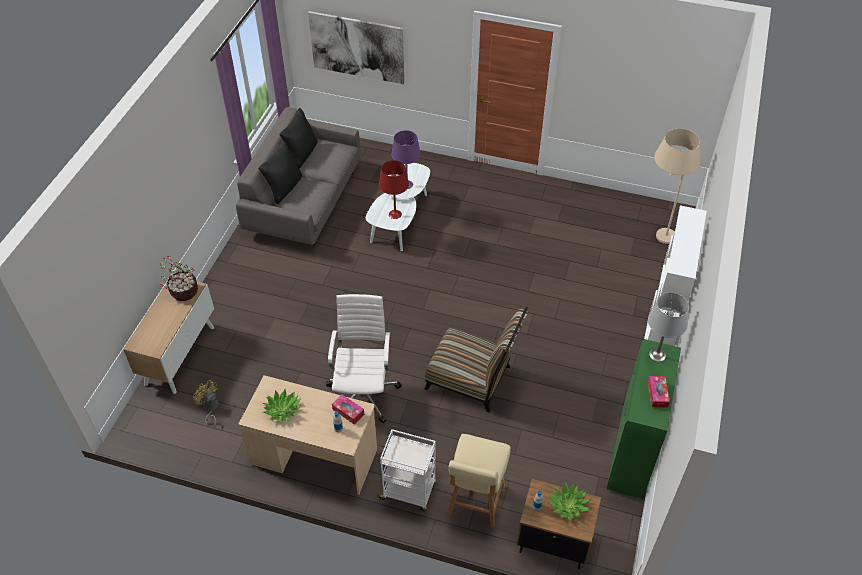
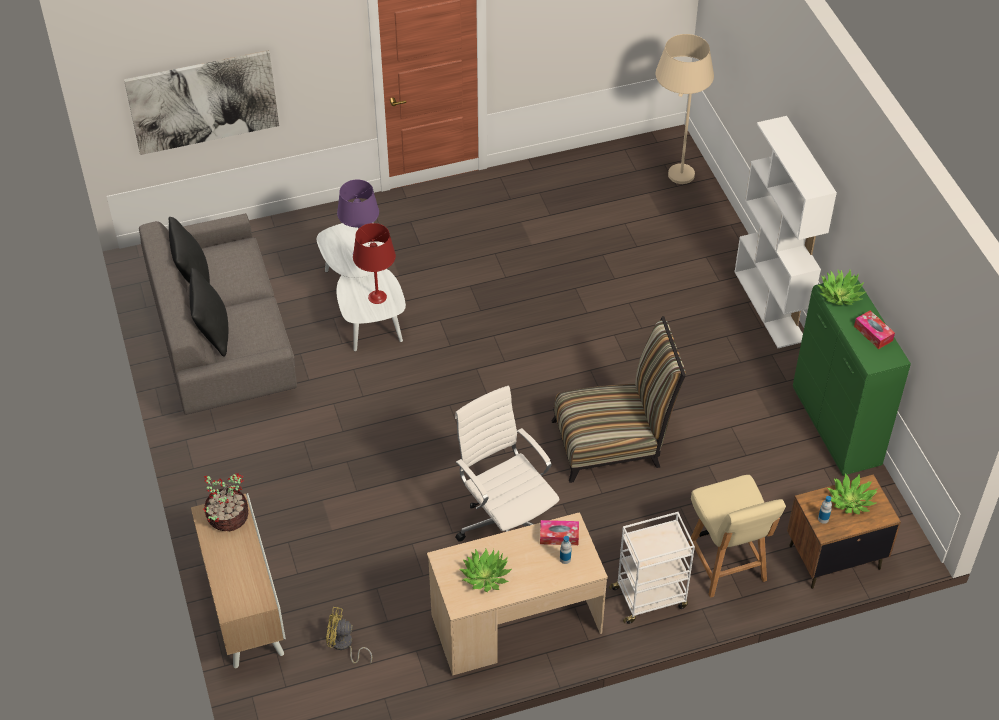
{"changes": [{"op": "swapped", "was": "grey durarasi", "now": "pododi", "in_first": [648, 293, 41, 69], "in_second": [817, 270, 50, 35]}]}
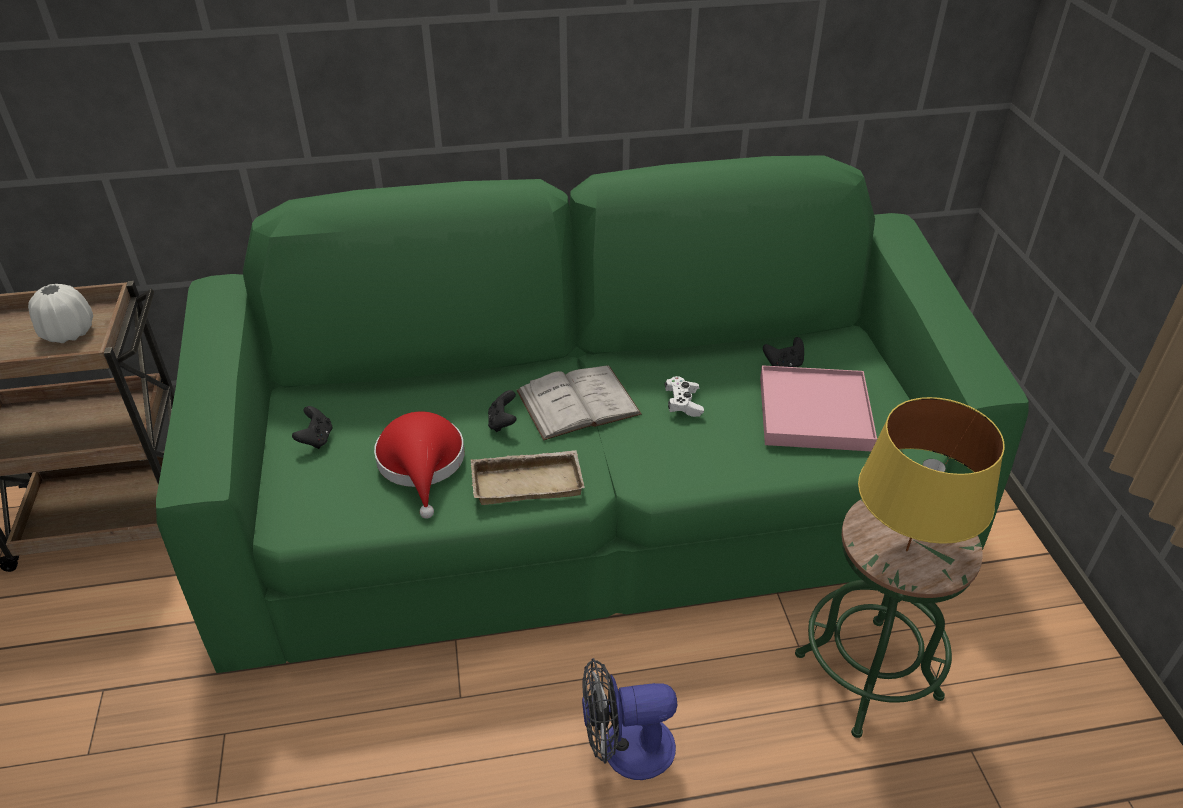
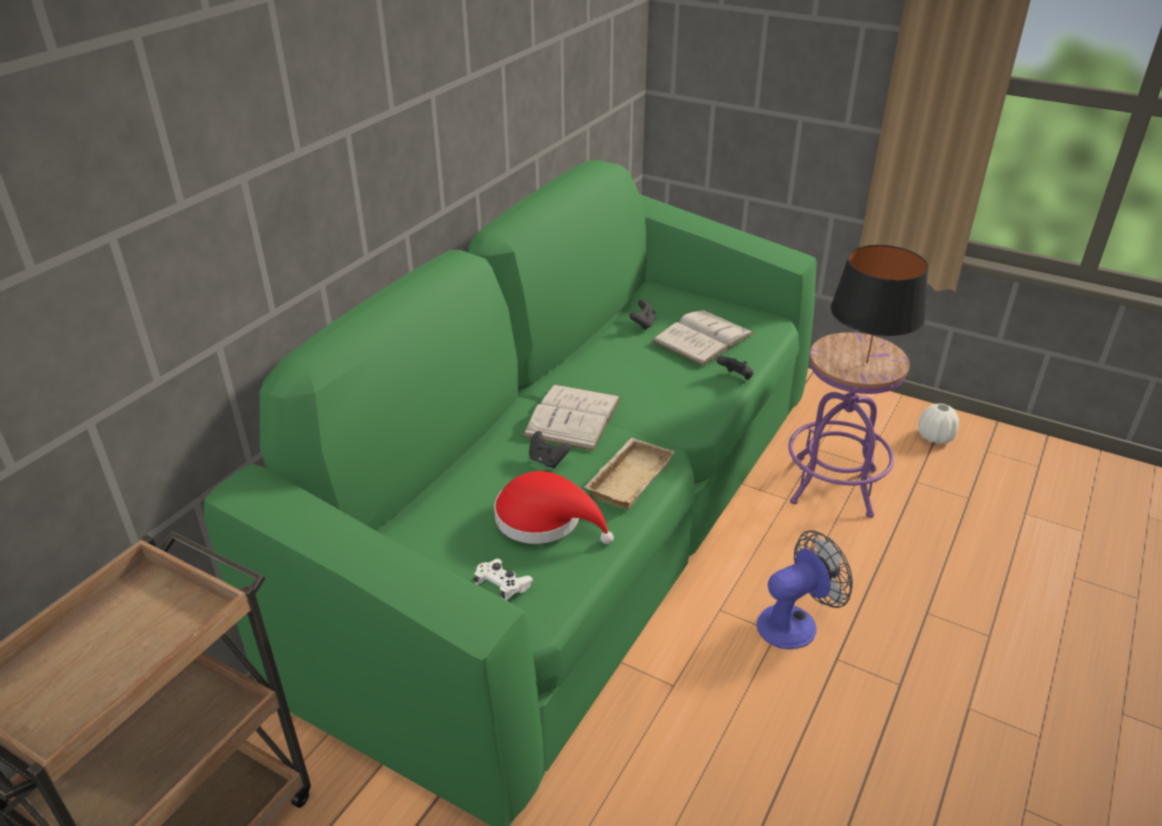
{"changes": [{"op": "shifted", "was": "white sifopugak", "in_first": [664, 376, 40, 41], "in_second": [474, 559, 59, 41]}, {"op": "swapped", "was": "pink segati", "now": "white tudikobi", "in_first": [760, 365, 117, 86], "in_second": [652, 310, 102, 56]}, {"op": "shifted", "was": "black sifopugak", "in_first": [292, 406, 40, 43], "in_second": [717, 356, 36, 24]}, {"op": "rotated", "was": "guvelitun", "in_first": [582, 658, 95, 122], "in_second": [756, 530, 97, 119], "clockwise": -150}, {"op": "repainted", "was": "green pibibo", "now": "purple pibibo", "in_first": [795, 499, 188, 239], "in_second": [788, 332, 122, 186]}, {"op": "repainted", "was": "yellow durarasi", "now": "black durarasi", "in_first": [858, 397, 147, 154], "in_second": [831, 245, 97, 118]}, {"op": "shifted", "was": "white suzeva", "in_first": [28, 284, 65, 59], "in_second": [918, 403, 41, 41]}]}
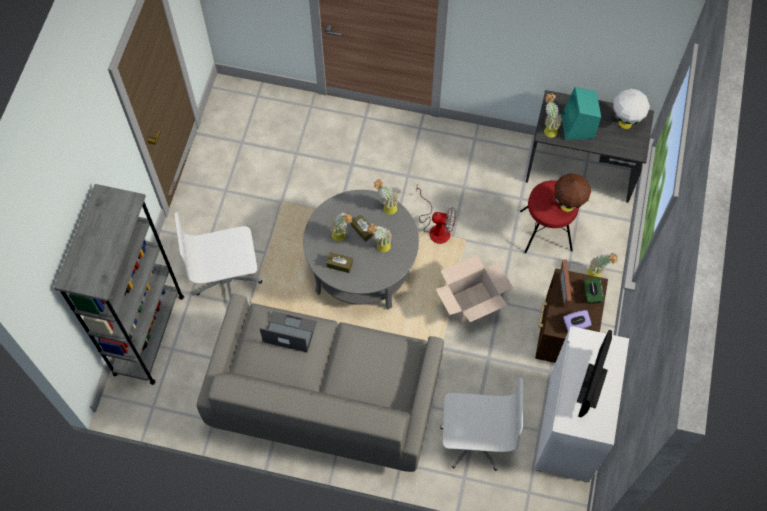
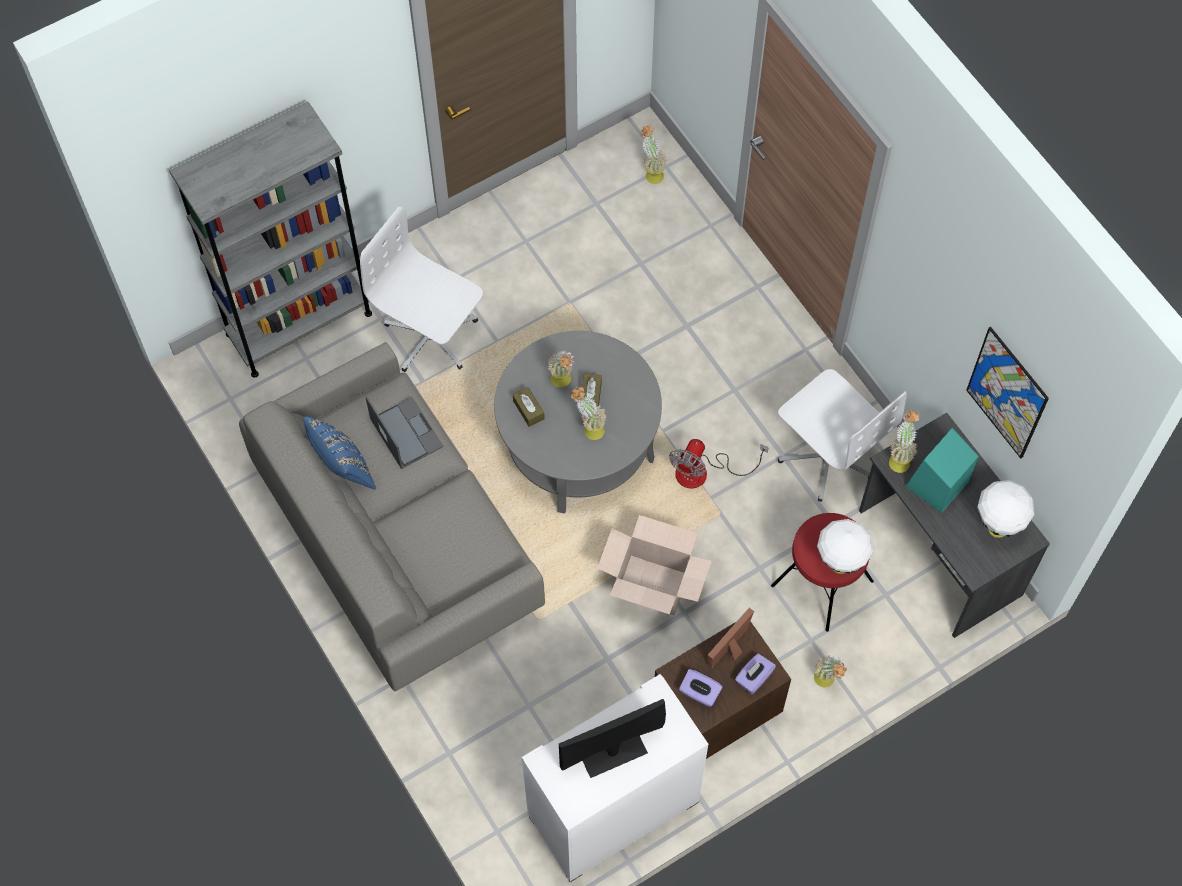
{"changes": [{"op": "new", "now": "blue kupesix", "in_second": [303, 417, 73, 73]}, {"op": "shifted", "was": "pododi", "in_first": [374, 179, 25, 36], "in_second": [641, 125, 26, 59]}, {"op": "rotated", "was": "guvelitun", "in_first": [416, 187, 40, 57], "in_second": [669, 439, 100, 49], "clockwise": 60}, {"op": "repainted", "was": "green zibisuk", "now": "purple zibisuk", "in_first": [584, 277, 20, 27], "in_second": [735, 654, 41, 41]}, {"op": "shifted", "was": "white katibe", "in_first": [440, 377, 83, 94], "in_second": [778, 369, 129, 133]}, {"op": "repainted", "was": "brown durarasi", "now": "white durarasi", "in_first": [554, 173, 37, 39], "in_second": [817, 519, 56, 55]}, {"op": "new", "now": "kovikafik", "in_second": [966, 327, 83, 132]}]}
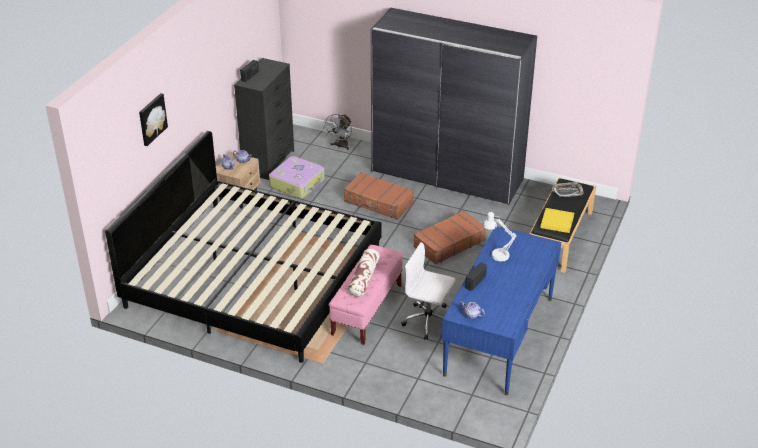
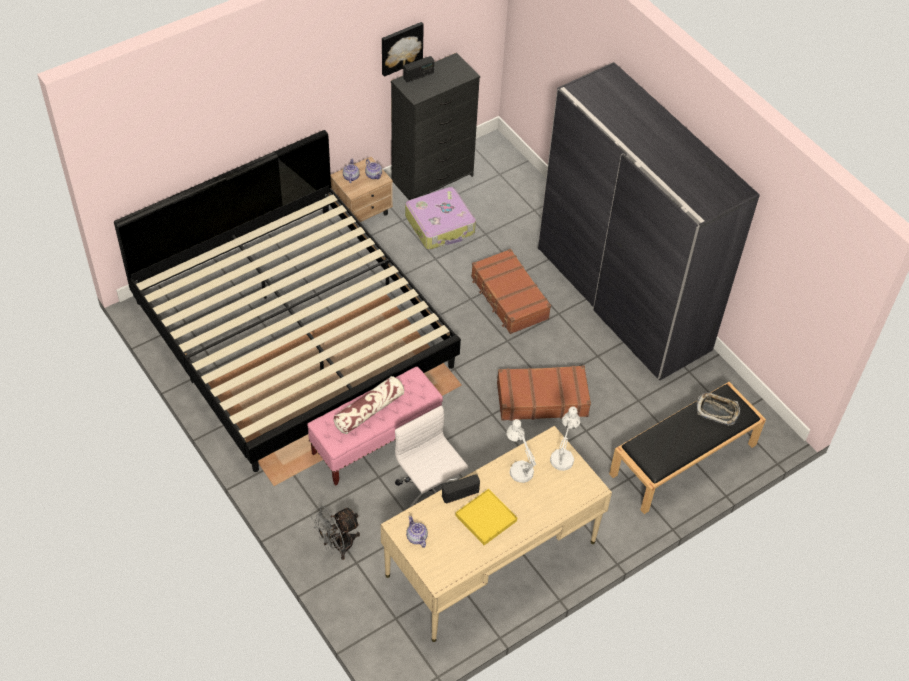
{"changes": [{"op": "shifted", "was": "grey guvelitun", "in_first": [325, 114, 27, 36], "in_second": [311, 506, 49, 54]}, {"op": "repainted", "was": "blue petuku", "now": "beige petuku", "in_first": [442, 226, 119, 169], "in_second": [381, 426, 231, 216]}, {"op": "shifted", "was": "kovikafik", "in_first": [139, 93, 29, 53], "in_second": [382, 22, 42, 55]}, {"op": "shifted", "was": "yellow segati", "in_first": [540, 208, 34, 25], "in_second": [455, 489, 62, 56]}, {"op": "new", "now": "white durarasi", "in_second": [550, 406, 30, 65]}]}
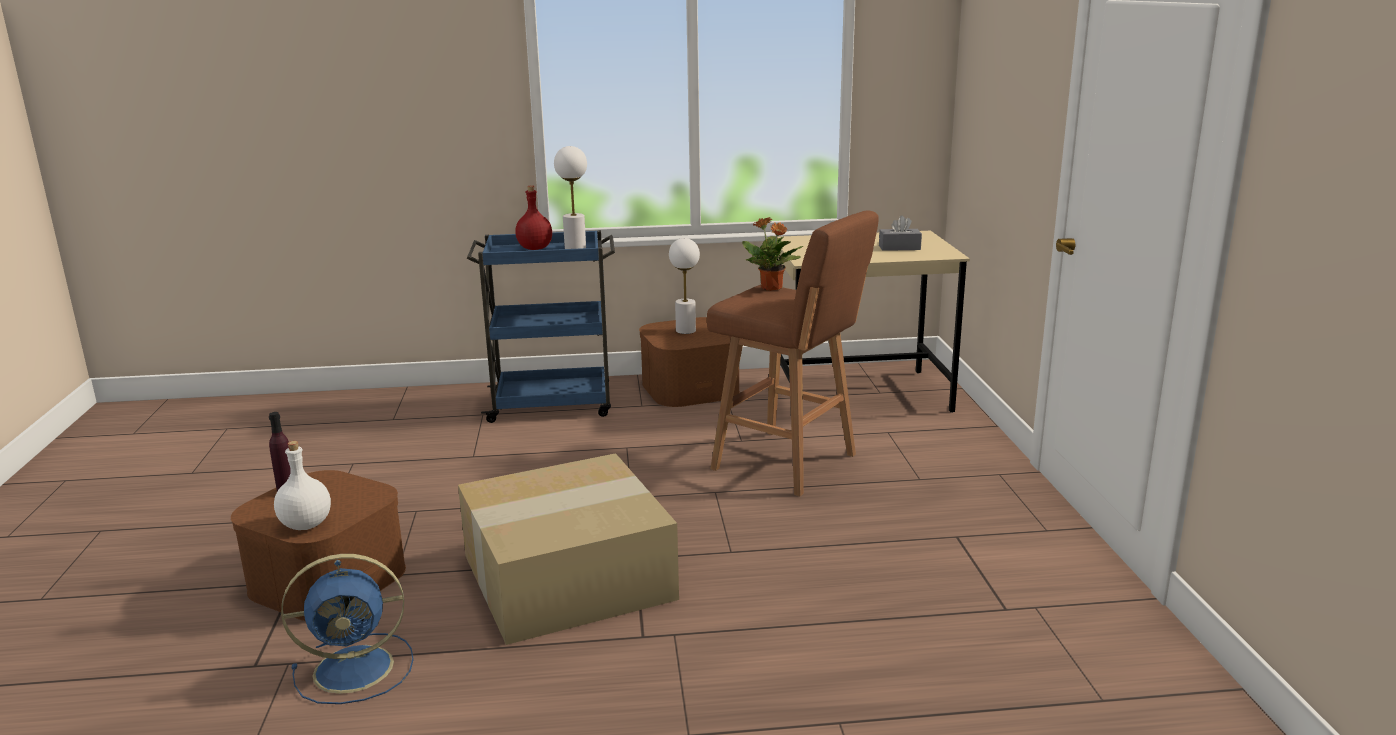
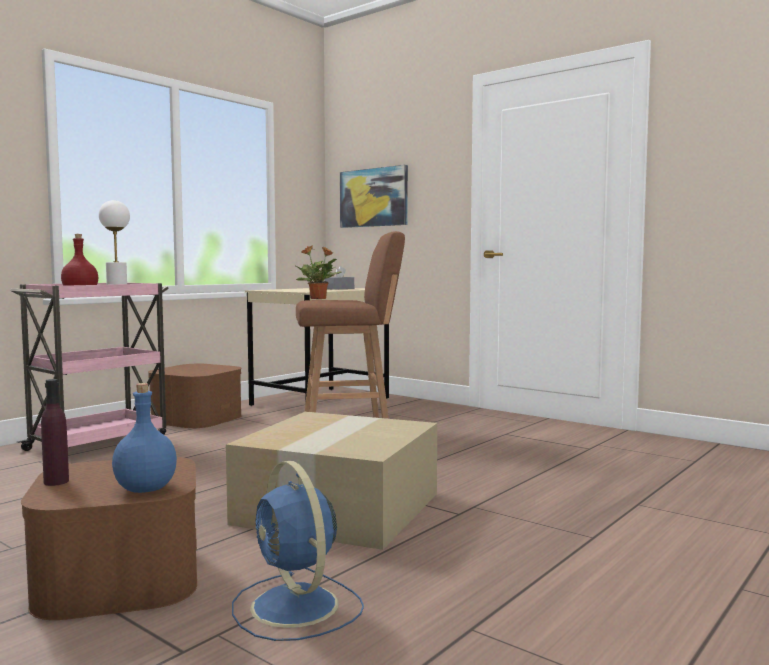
{"changes": [{"op": "repainted", "was": "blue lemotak", "now": "pink lemotak", "in_first": [467, 230, 148, 193], "in_second": [10, 283, 159, 168]}, {"op": "repainted", "was": "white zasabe", "now": "blue zasabe", "in_first": [274, 441, 57, 89], "in_second": [112, 383, 65, 110]}, {"op": "rotated", "was": "blue guvelitun", "in_first": [281, 554, 133, 150], "in_second": [232, 461, 132, 180], "clockwise": 120}, {"op": "new", "now": "kovikafik", "in_second": [340, 165, 68, 63]}, {"op": "gone", "was": "white durarasi", "in_first": [669, 238, 31, 96]}]}
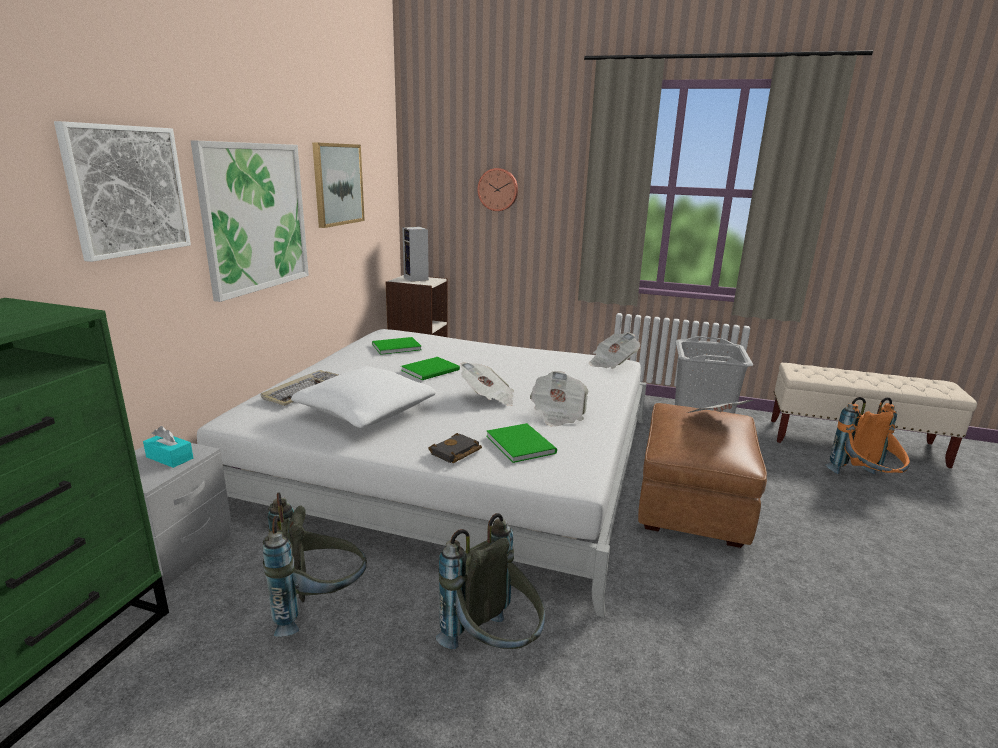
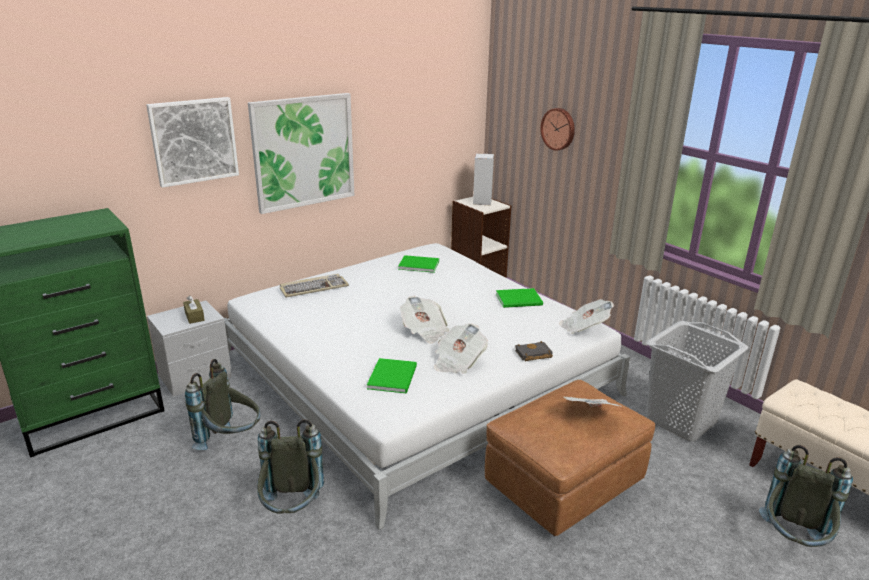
{"changes": [{"op": "repainted", "was": "turquoise zibisuk", "now": "brown zibisuk", "in_first": [143, 426, 50, 42], "in_second": [183, 295, 22, 29]}, {"op": "shifted", "was": "green tudikobi", "in_first": [401, 357, 59, 23], "in_second": [496, 288, 47, 20]}, {"op": "shifted", "was": "black tudikobi", "in_first": [429, 433, 53, 30], "in_second": [515, 341, 38, 20]}, {"op": "repainted", "was": "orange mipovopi", "now": "grey mipovopi", "in_first": [825, 397, 85, 78], "in_second": [759, 445, 94, 102]}, {"op": "gone", "was": "white kupesix", "in_first": [291, 366, 145, 62]}, {"op": "gone", "was": "kovikafik", "in_first": [312, 142, 53, 86]}]}
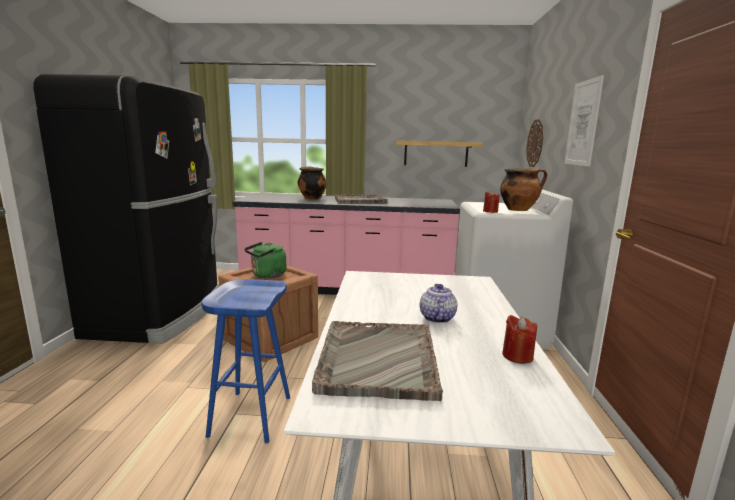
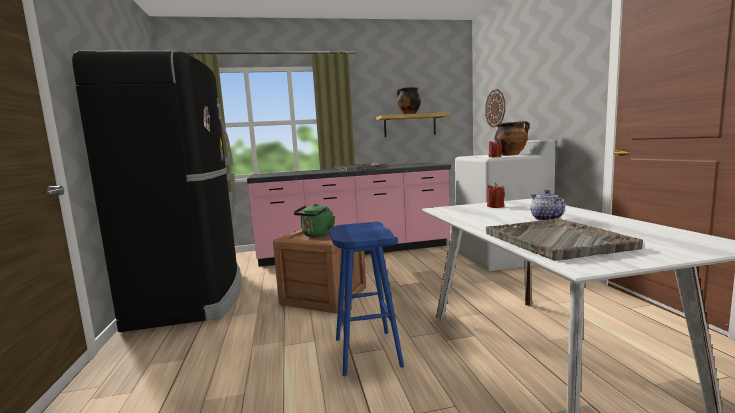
{"changes": [{"op": "shifted", "was": "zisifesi", "in_first": [298, 166, 28, 34], "in_second": [397, 87, 24, 27]}, {"op": "shifted", "was": "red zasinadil", "in_first": [502, 315, 35, 49], "in_second": [487, 183, 18, 25]}, {"op": "gone", "was": "kovikafik", "in_first": [564, 75, 40, 91]}]}
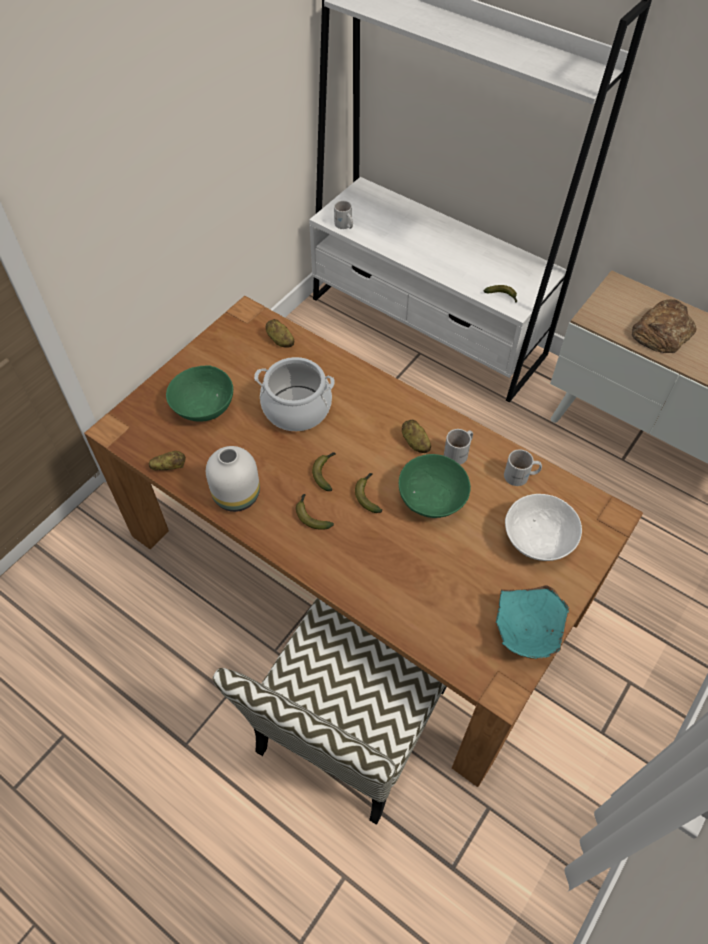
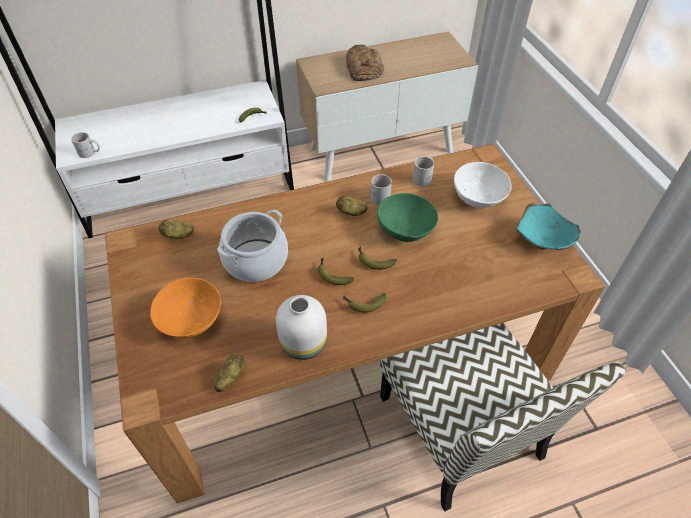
{"changes": [{"op": "repainted", "was": "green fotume", "now": "orange fotume", "in_first": [166, 366, 67, 56], "in_second": [150, 278, 71, 60]}]}
